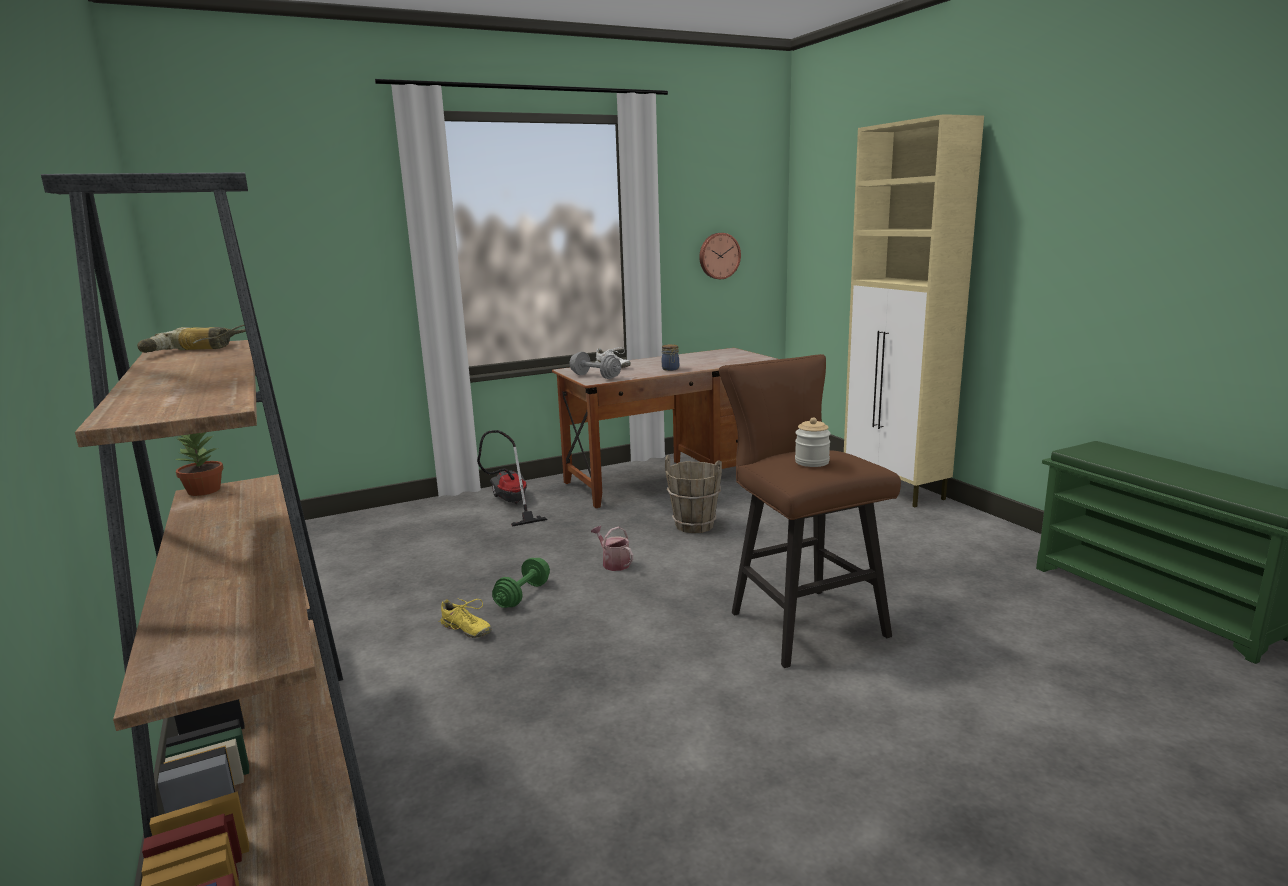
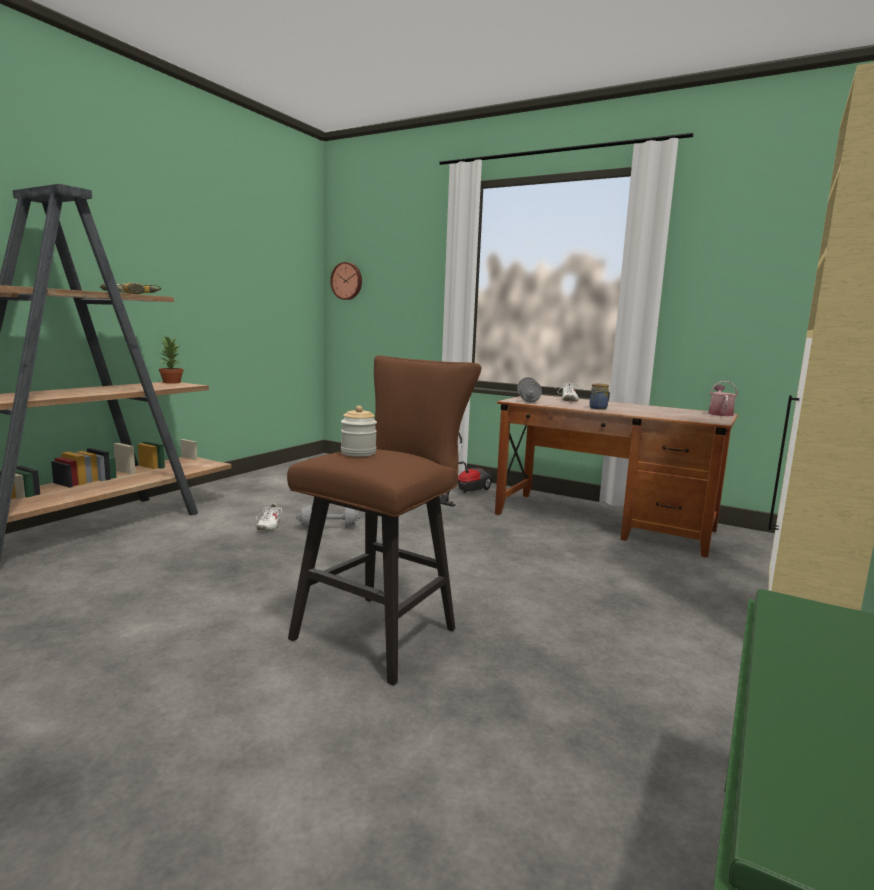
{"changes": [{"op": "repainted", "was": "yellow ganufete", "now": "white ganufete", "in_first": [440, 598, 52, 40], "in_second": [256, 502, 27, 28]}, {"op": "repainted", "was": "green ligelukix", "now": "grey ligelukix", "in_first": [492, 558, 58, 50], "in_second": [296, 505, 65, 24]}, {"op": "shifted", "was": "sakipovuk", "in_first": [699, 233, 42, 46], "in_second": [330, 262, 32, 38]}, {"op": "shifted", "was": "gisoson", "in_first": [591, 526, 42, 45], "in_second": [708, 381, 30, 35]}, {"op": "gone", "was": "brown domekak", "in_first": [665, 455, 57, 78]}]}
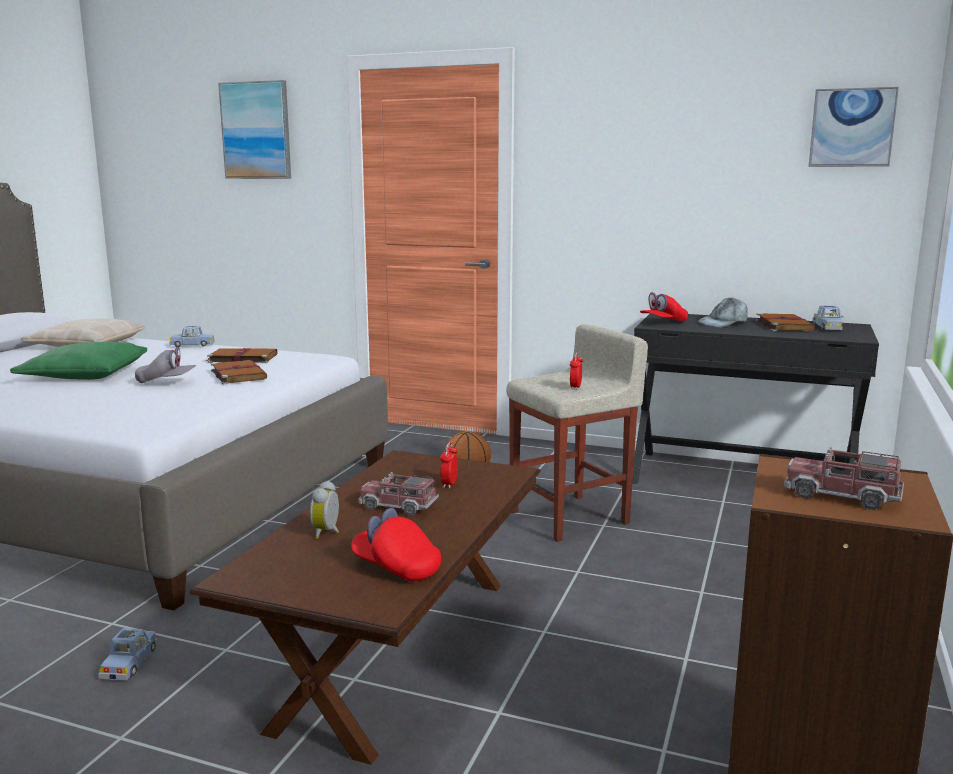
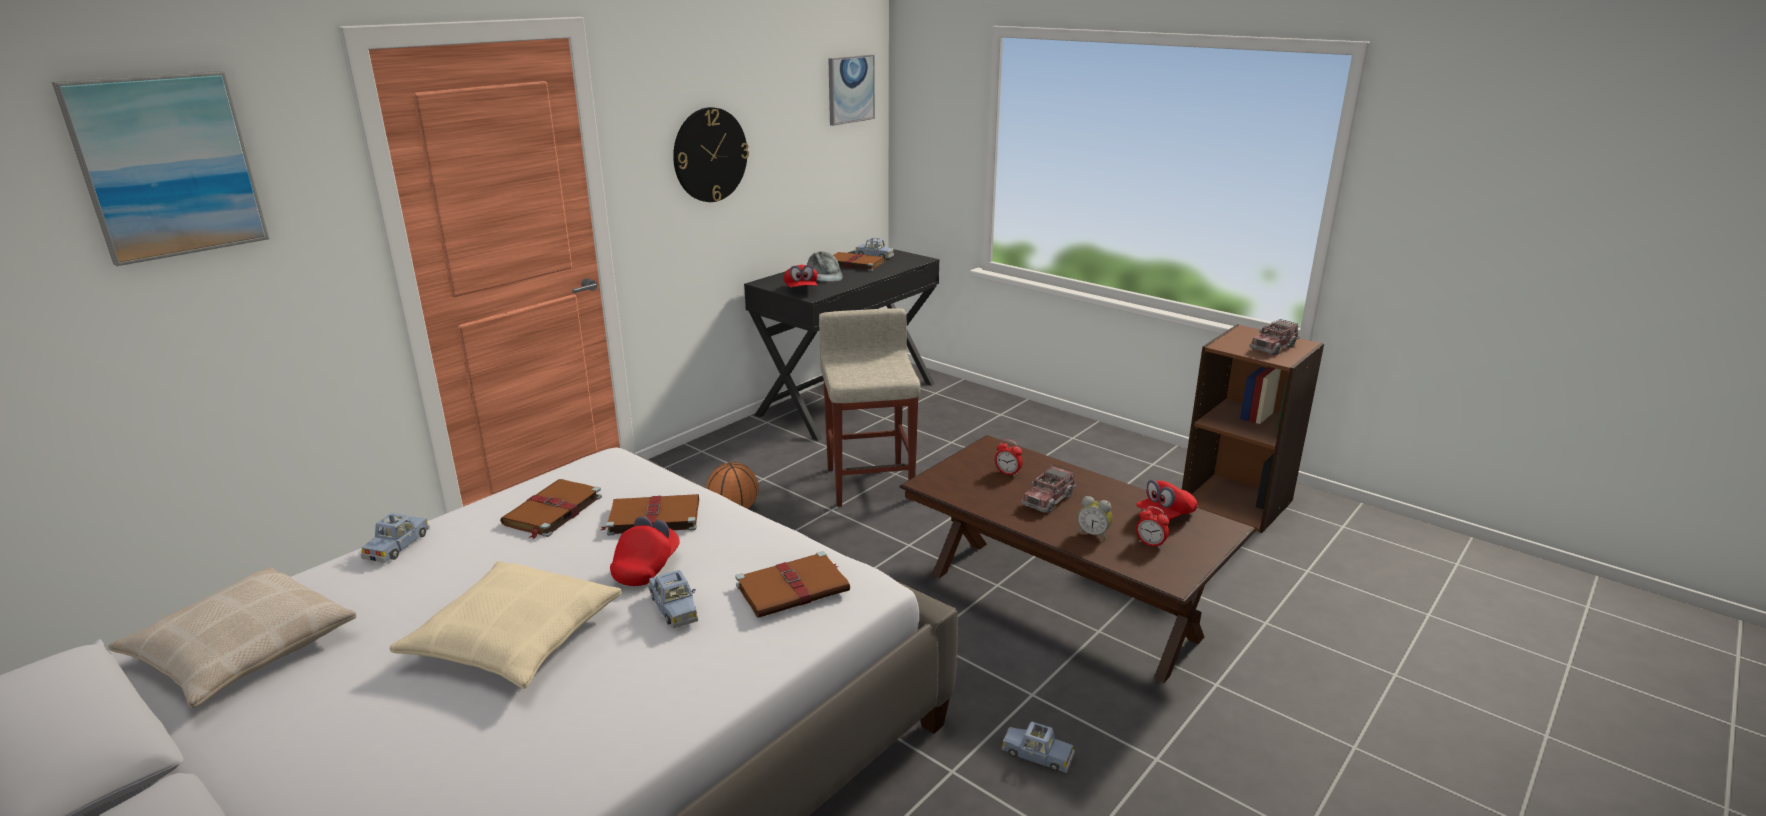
{"changes": [{"op": "repainted", "was": "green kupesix", "now": "beige kupesix", "in_first": [10, 342, 137, 38], "in_second": [390, 561, 231, 128]}, {"op": "repainted", "was": "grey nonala", "now": "red nonala", "in_first": [135, 347, 61, 37], "in_second": [610, 516, 70, 70]}, {"op": "new", "now": "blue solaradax", "in_second": [648, 570, 50, 58]}, {"op": "new", "now": "sakipovuk", "in_second": [673, 107, 76, 95]}, {"op": "new", "now": "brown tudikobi", "in_second": [735, 551, 115, 67]}, {"op": "shifted", "was": "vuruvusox", "in_first": [570, 352, 13, 38], "in_second": [1136, 506, 33, 43]}]}
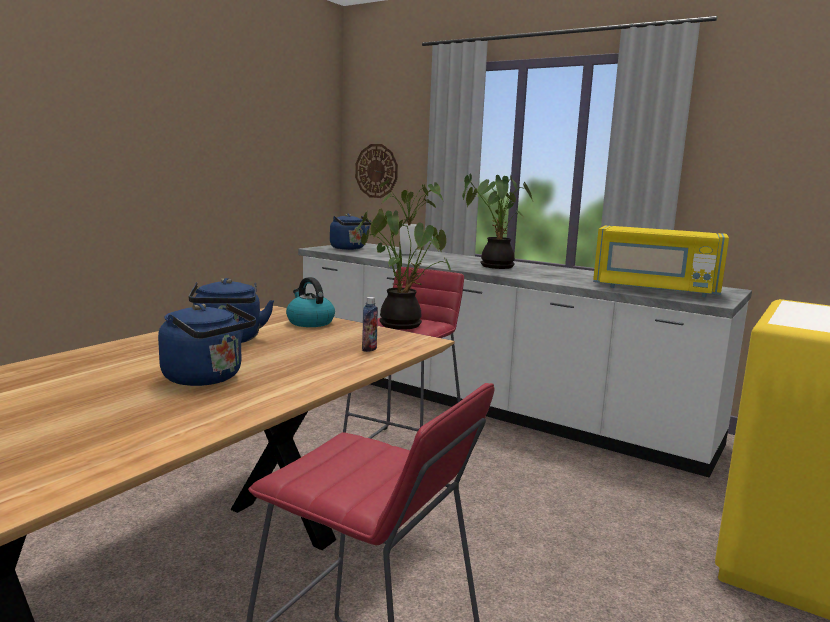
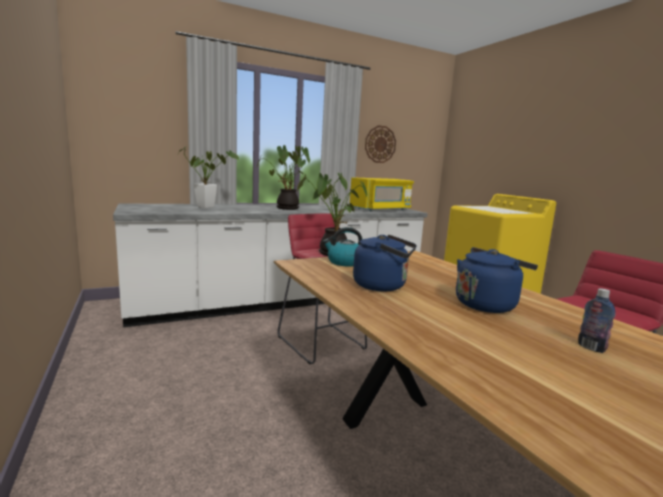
{"changes": [{"op": "shifted", "was": "sakipovuk", "in_first": [355, 144, 43, 54], "in_second": [365, 125, 31, 38]}, {"op": "shifted", "was": "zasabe", "in_first": [362, 297, 16, 55], "in_second": [578, 288, 38, 65]}, {"op": "gone", "was": "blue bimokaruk", "in_first": [330, 214, 42, 36]}]}
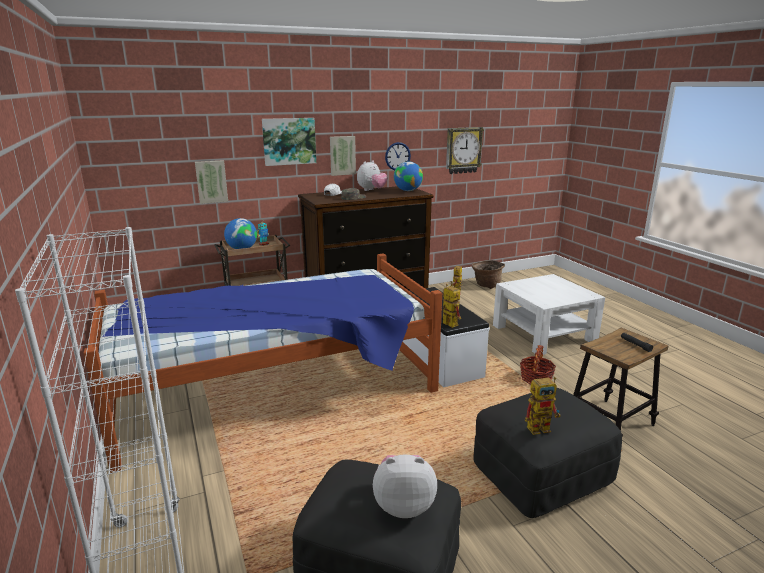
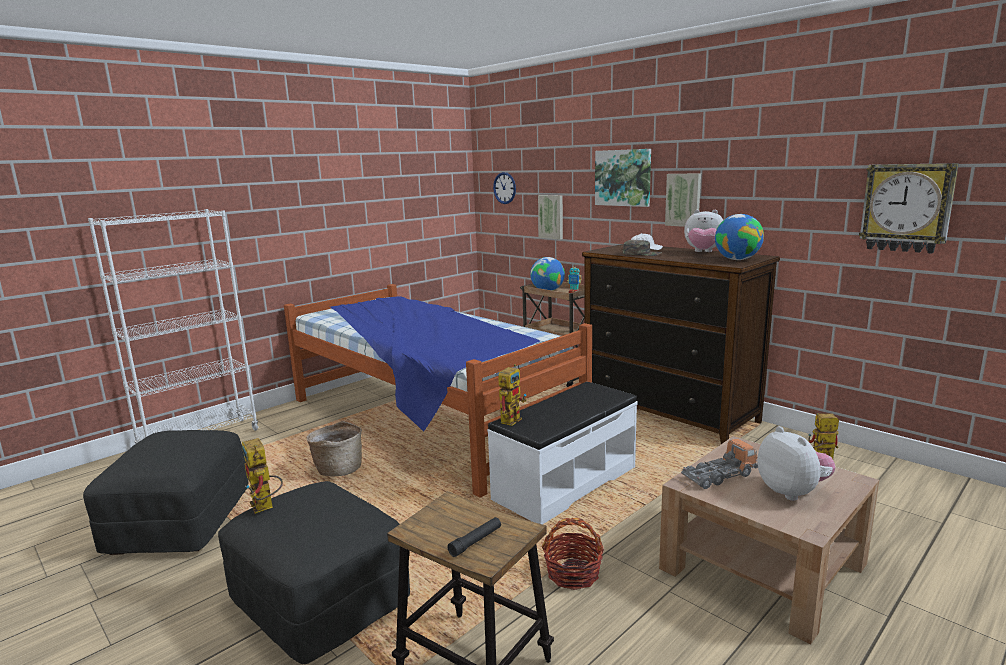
{"changes": [{"op": "shifted", "was": "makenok", "in_first": [472, 260, 33, 29], "in_second": [306, 421, 56, 55]}, {"op": "shifted", "was": "sakipovuk", "in_first": [385, 142, 26, 28], "in_second": [493, 172, 23, 32]}, {"op": "repainted", "was": "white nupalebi", "now": "brown nupalebi", "in_first": [493, 274, 112, 81], "in_second": [659, 436, 220, 208]}, {"op": "new", "now": "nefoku", "in_second": [681, 439, 77, 50]}, {"op": "shifted", "was": "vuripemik", "in_first": [373, 454, 64, 64], "in_second": [757, 426, 78, 75]}]}
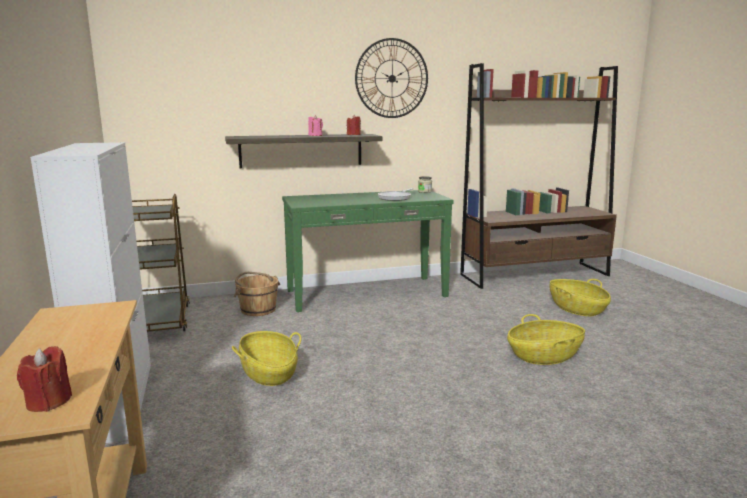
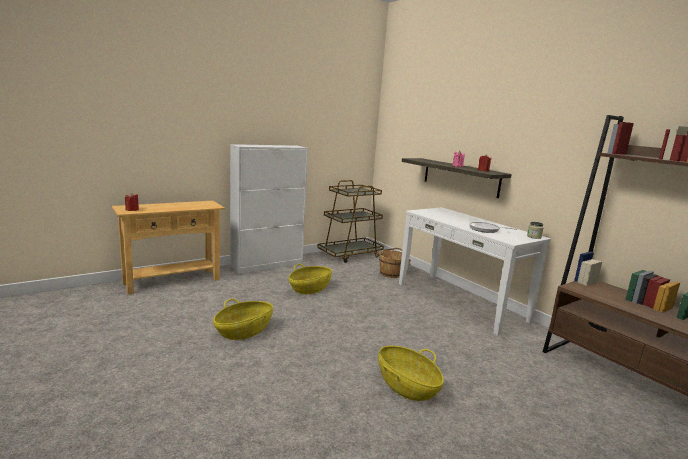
{"changes": [{"op": "shifted", "was": "makenok", "in_first": [549, 279, 62, 37], "in_second": [213, 299, 60, 41]}, {"op": "repainted", "was": "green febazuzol", "now": "white febazuzol", "in_first": [282, 190, 172, 122], "in_second": [399, 207, 152, 129]}, {"op": "gone", "was": "sakipovuk", "in_first": [355, 38, 73, 80]}]}
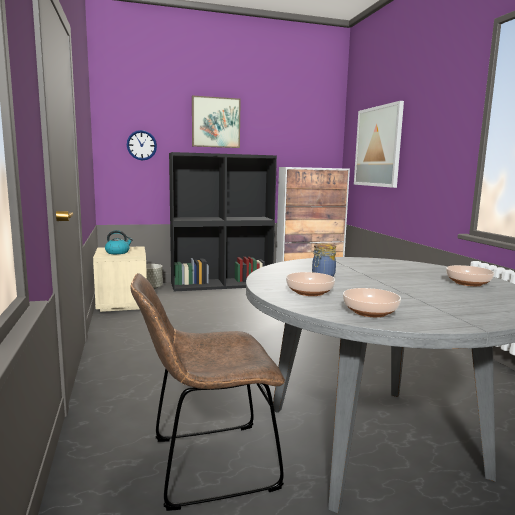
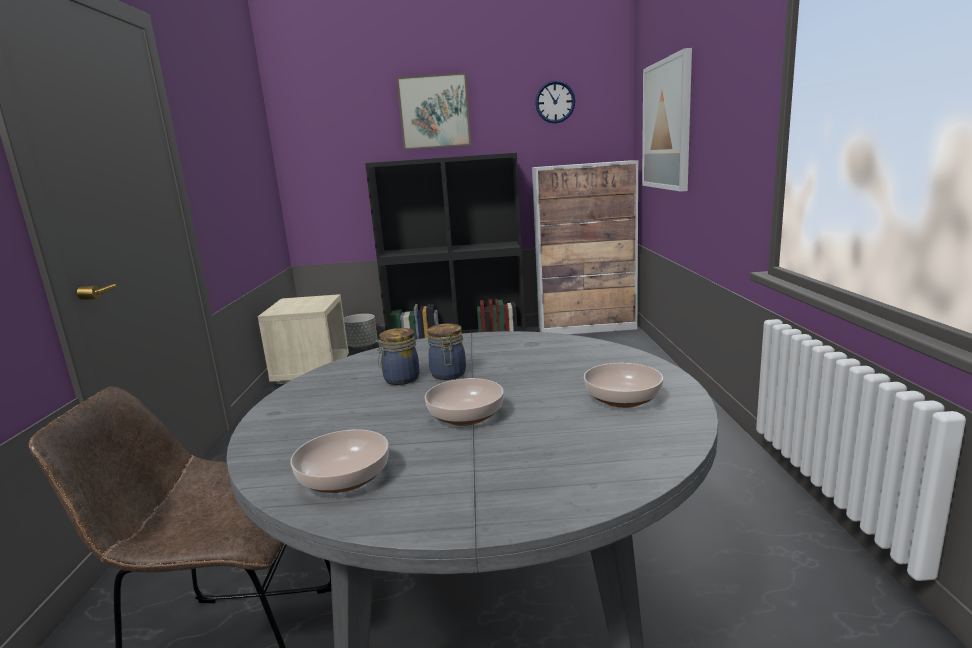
{"changes": [{"op": "shifted", "was": "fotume", "in_first": [286, 272, 49, 24], "in_second": [425, 378, 79, 48]}, {"op": "new", "now": "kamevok", "in_second": [427, 323, 39, 57]}, {"op": "shifted", "was": "sakipovuk", "in_first": [127, 130, 30, 30], "in_second": [535, 81, 40, 42]}, {"op": "gone", "was": "bimokaruk", "in_first": [105, 230, 28, 24]}]}
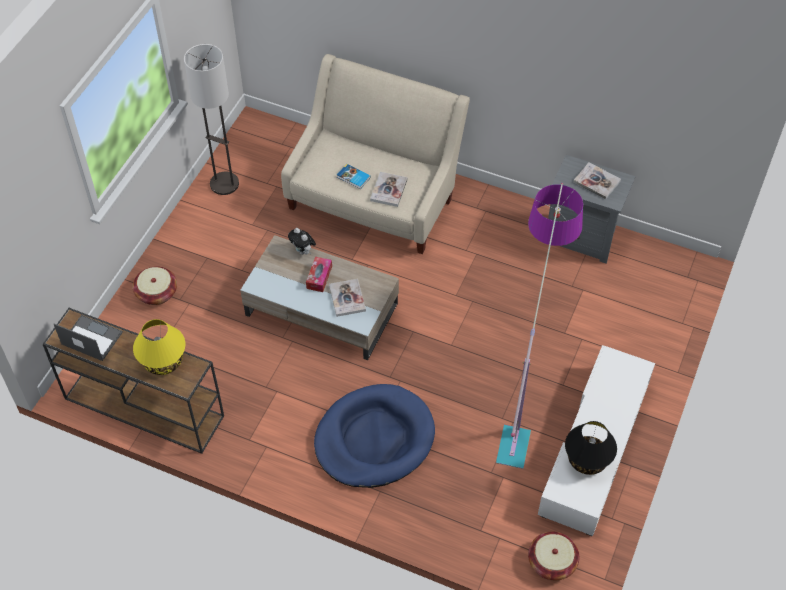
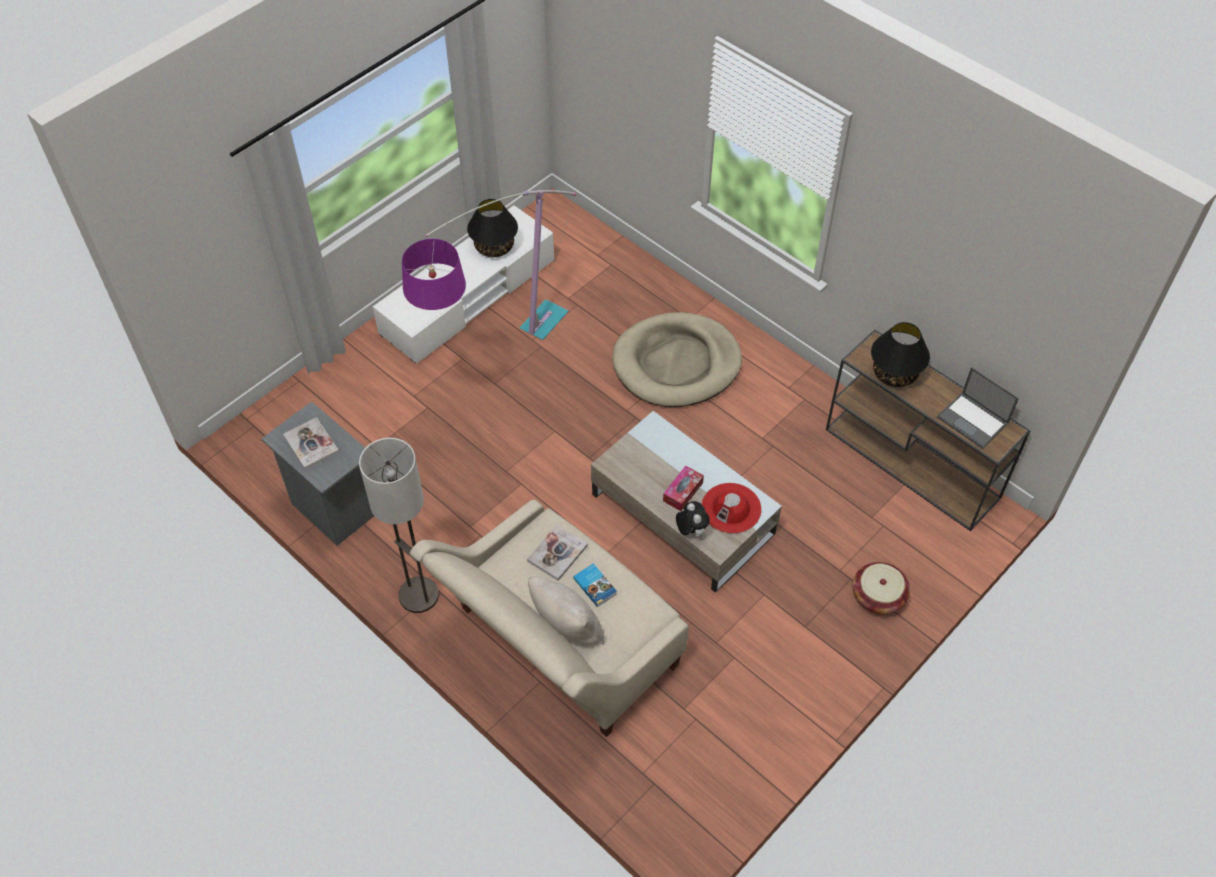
{"changes": [{"op": "shifted", "was": "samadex", "in_first": [184, 44, 55, 151], "in_second": [359, 438, 80, 175]}, {"op": "new", "now": "beige kupesix", "in_second": [528, 576, 77, 69]}, {"op": "repainted", "was": "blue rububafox", "now": "beige rububafox", "in_first": [314, 384, 121, 104], "in_second": [612, 312, 130, 95]}, {"op": "new", "now": "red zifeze", "in_second": [702, 483, 59, 51]}, {"op": "repainted", "was": "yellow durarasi", "now": "black durarasi", "in_first": [133, 319, 52, 56], "in_second": [871, 322, 59, 65]}, {"op": "gone", "was": "tudikobi", "in_first": [329, 279, 37, 38]}, {"op": "gone", "was": "makenok", "in_first": [528, 532, 51, 48]}]}
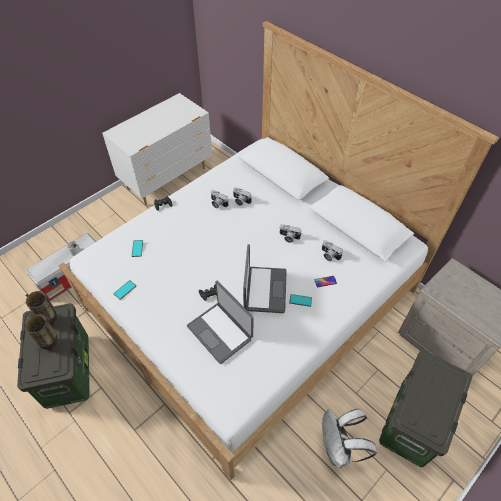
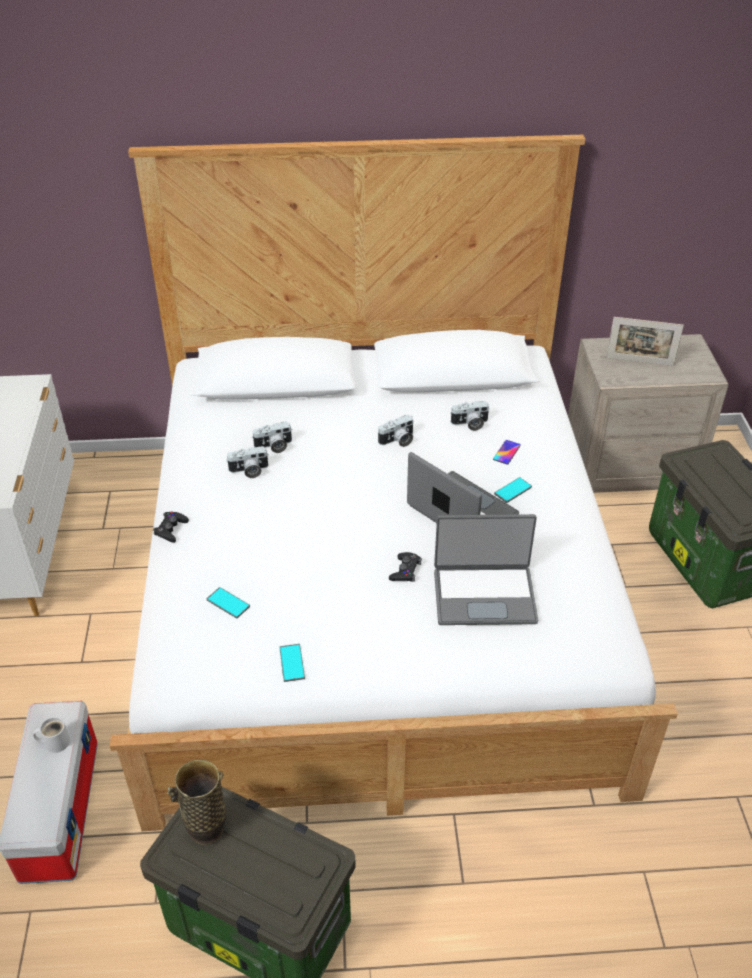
{"changes": [{"op": "new", "now": "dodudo", "in_second": [606, 317, 78, 49]}, {"op": "gone", "was": "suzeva", "in_first": [25, 314, 33, 37]}, {"op": "gone", "was": "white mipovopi", "in_first": [322, 409, 55, 59]}]}
